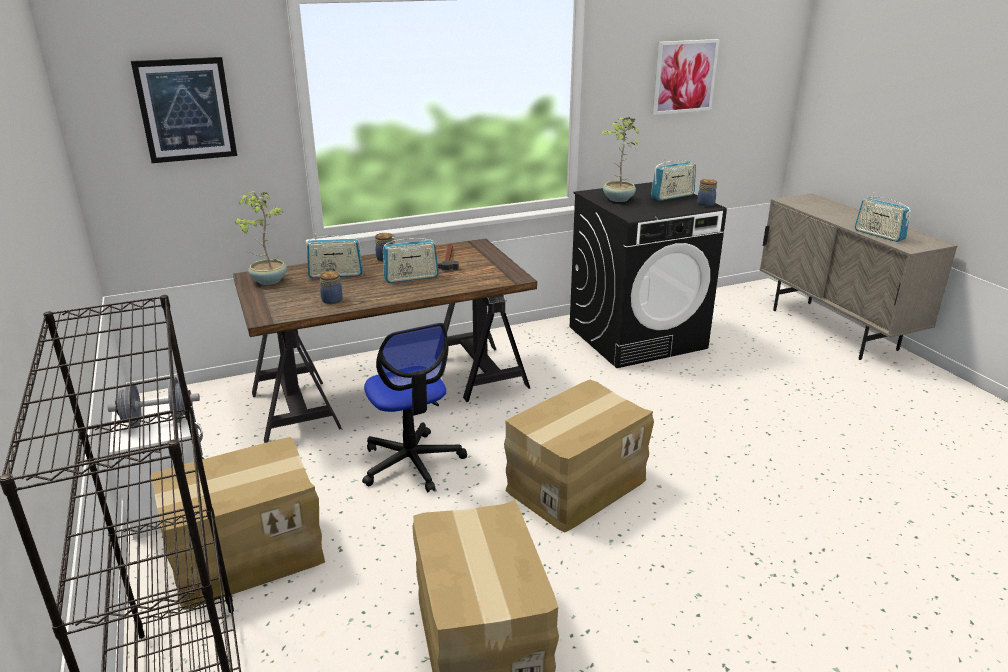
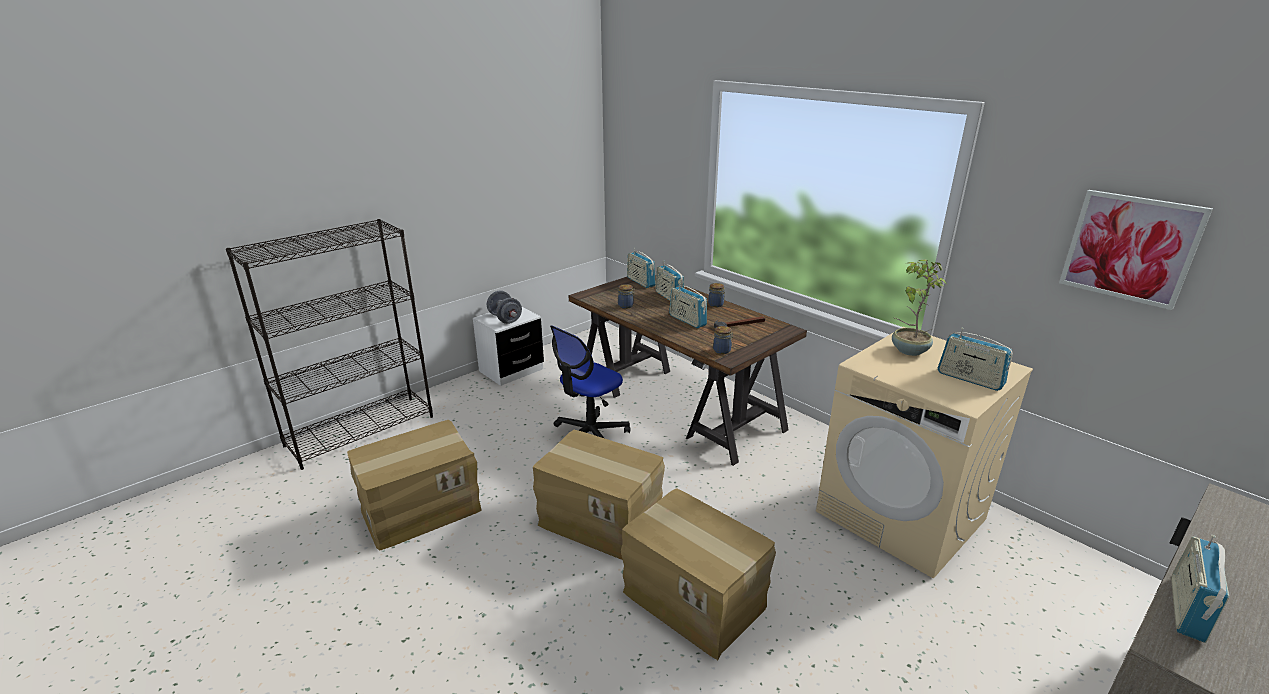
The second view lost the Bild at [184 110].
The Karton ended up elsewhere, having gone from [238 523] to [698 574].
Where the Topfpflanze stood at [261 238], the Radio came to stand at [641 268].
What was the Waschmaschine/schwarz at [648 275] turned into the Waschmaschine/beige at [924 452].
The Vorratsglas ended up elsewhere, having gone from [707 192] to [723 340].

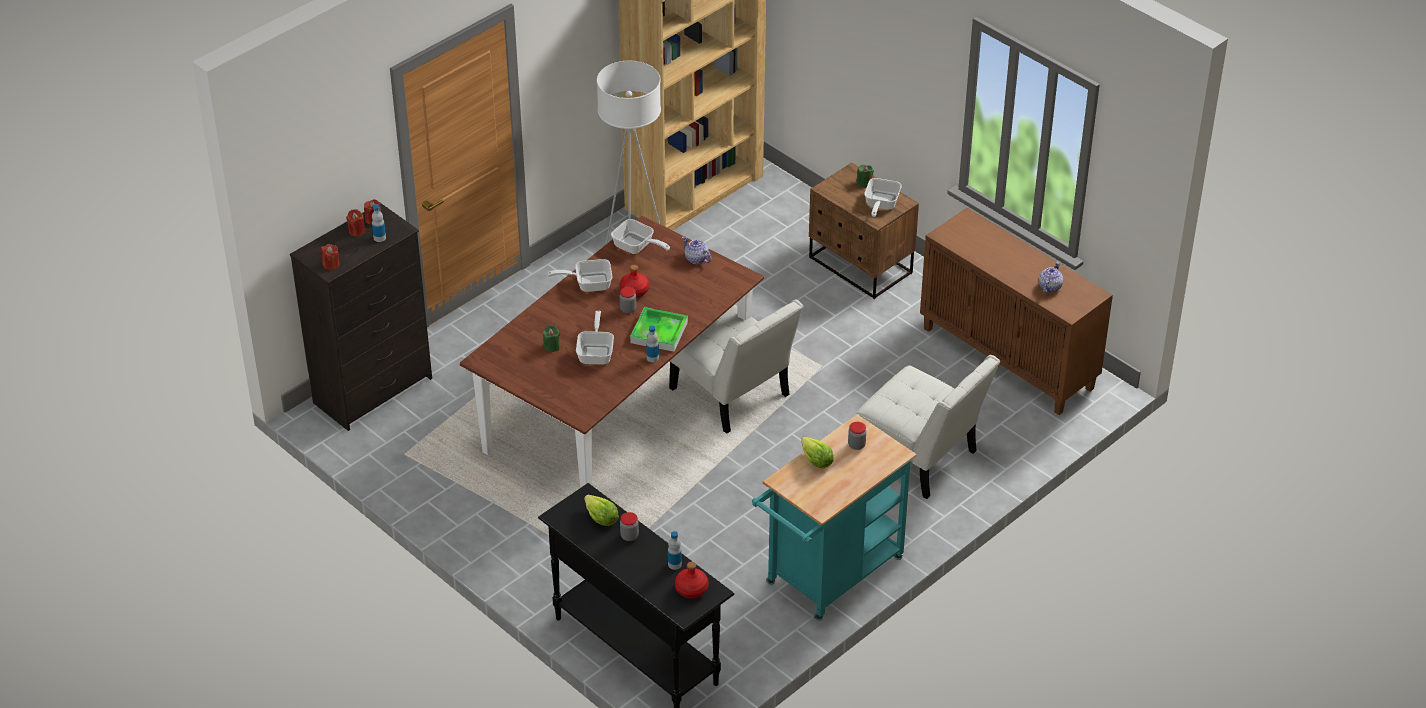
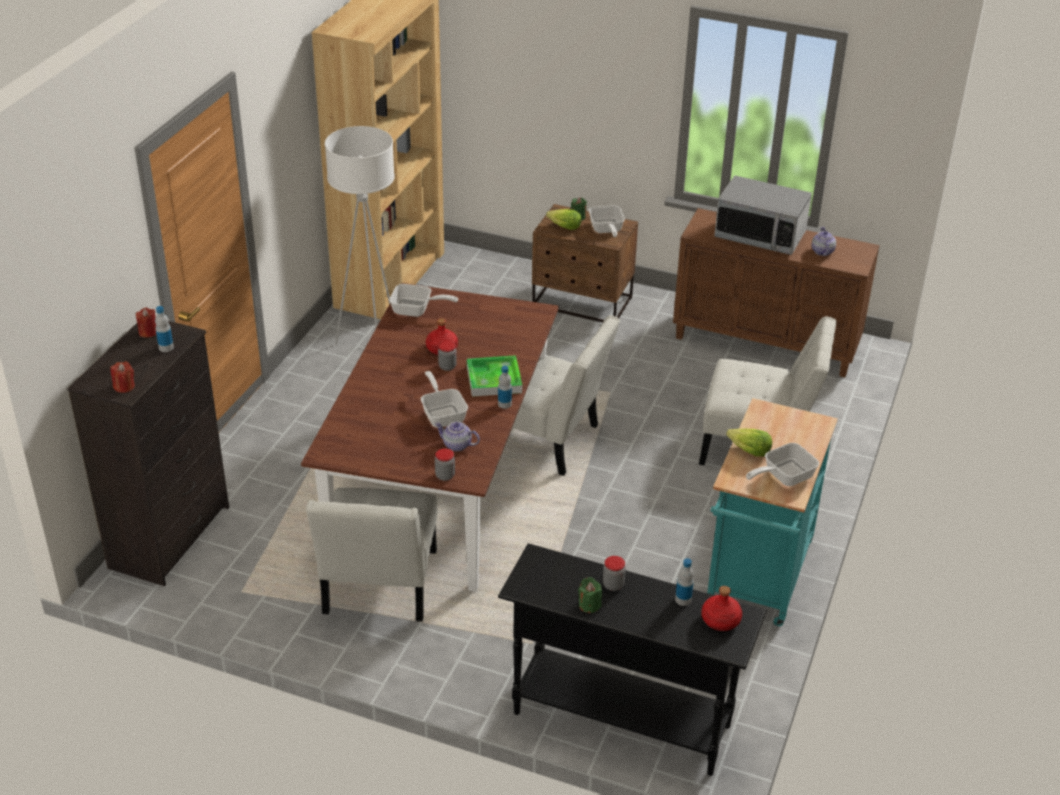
The second view lost the Kerze/rot at [355 222].
The Kerze/grün ended up elsewhere, having gone from [551 338] to [590 595].
The Pfanne ended up elsewhere, having gone from [579 275] to [782 464].
The Salatkopf ended up elsewhere, having gone from [601 510] to [563 219].
The Teekanne ended up elsewhere, having gone from [696 250] to [457 436].
The Vorratsglas ended up elsewhere, having gone from [857 436] to [445 464].
The second view gained the Stuhl/weiß at [371 555].
The second view gained the Mikrowelle at [763 215].

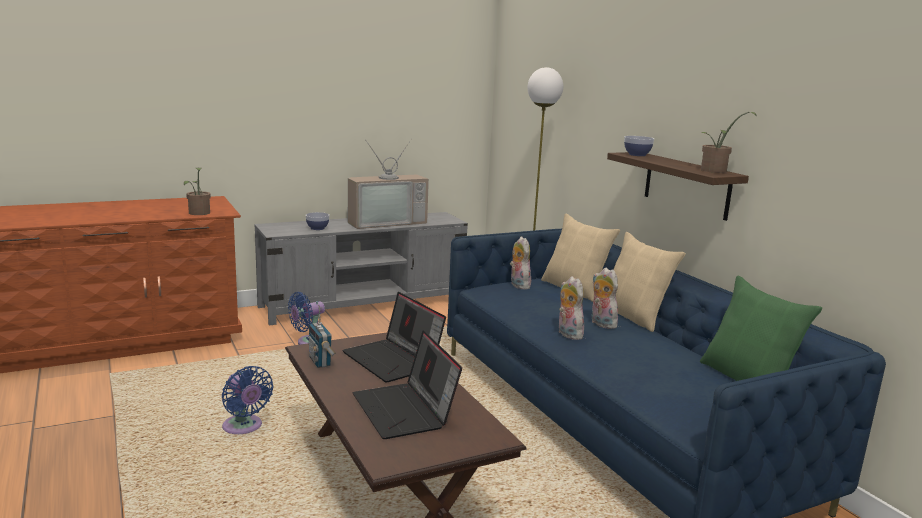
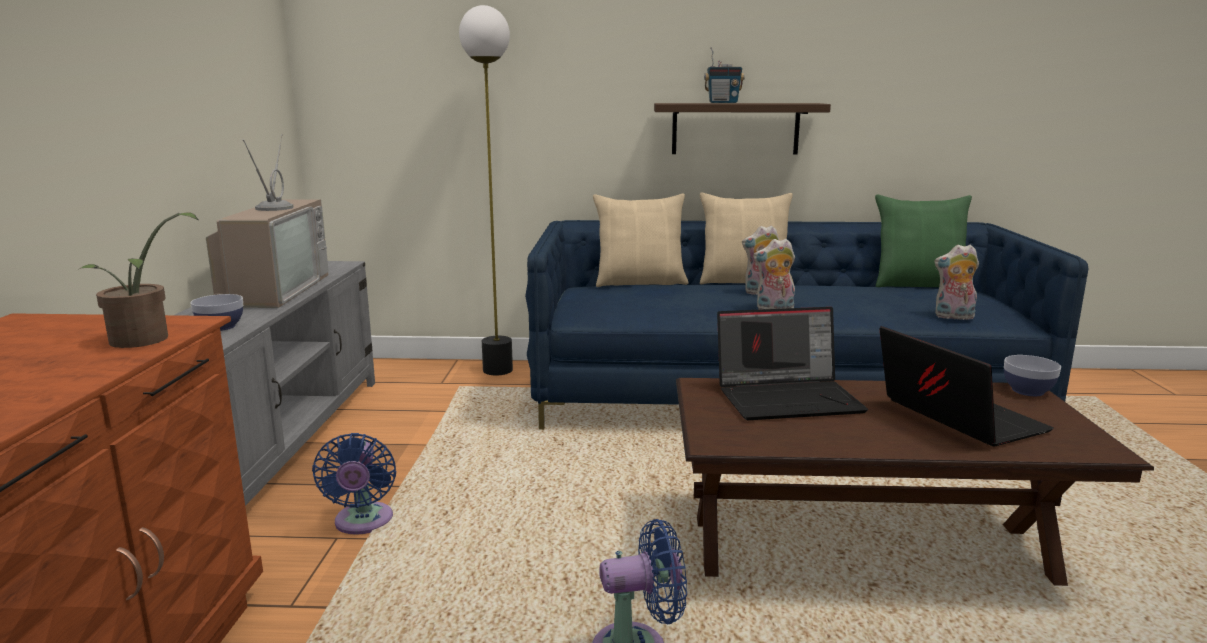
The Radio ended up elsewhere, having gone from [322 336] to [724 75].
The Laptop at [407 384] ended up facing another way, 120 degrees counterclockwise from before.
The Plüschtier ended up elsewhere, having gone from [520 262] to [956 282].
The Schüssel ended up elsewhere, having gone from [639 146] to [1032 375].
The second view lost the Topfpflanze at [729 142].

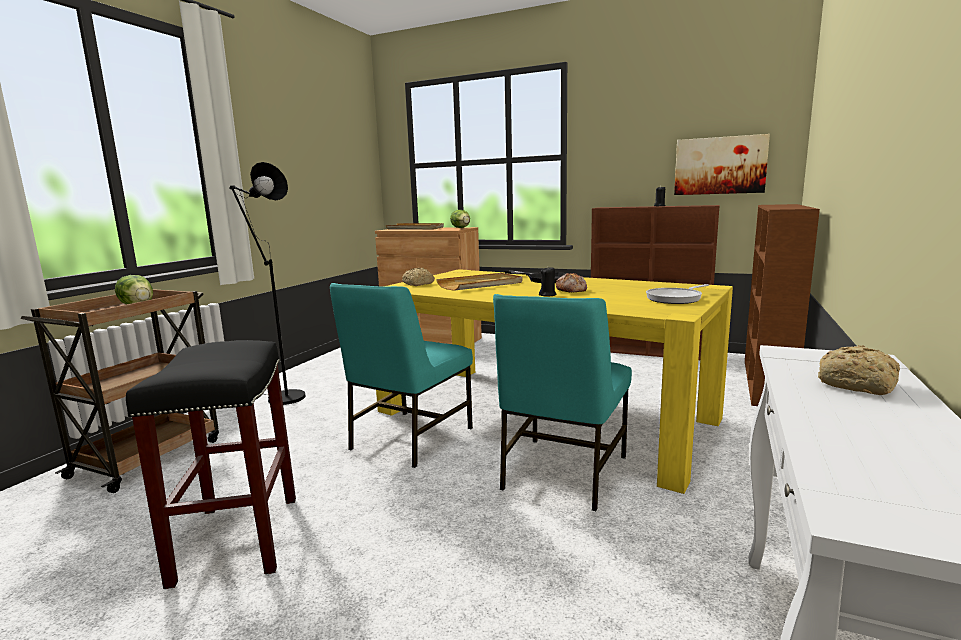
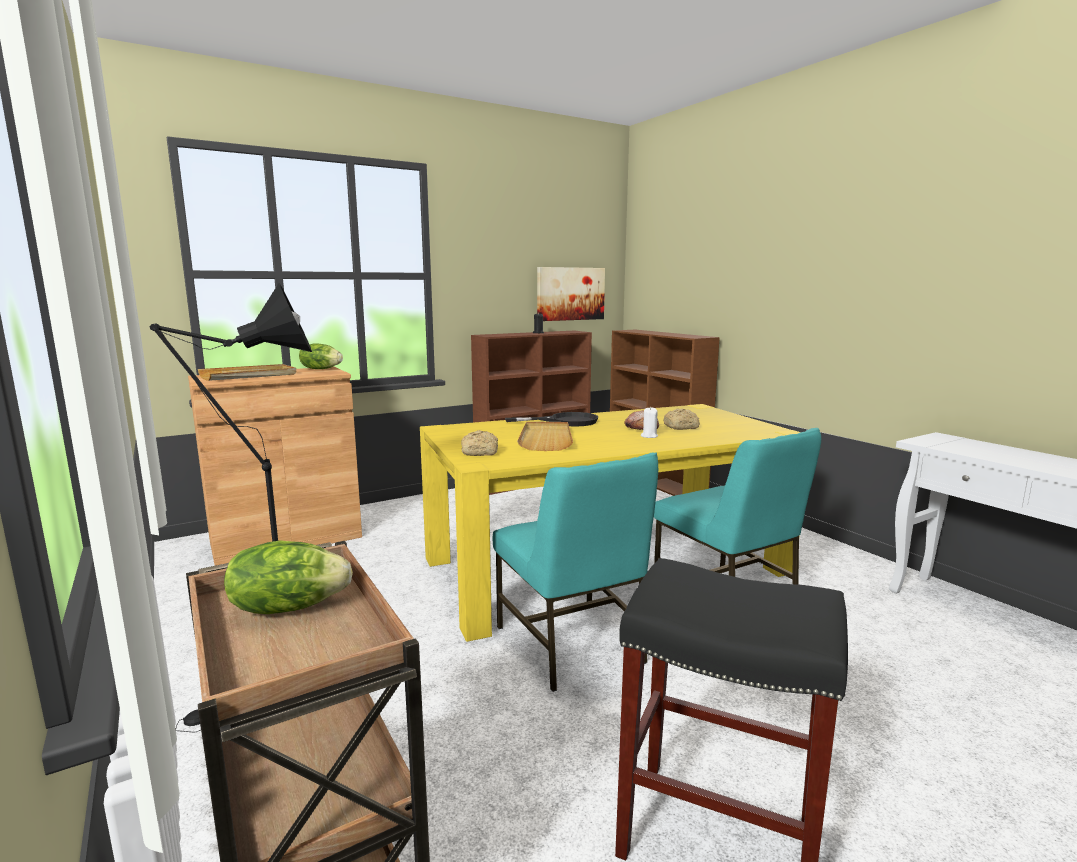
What was the Kerze/schwarz at [547 282] turned into the Kerze/weiß at [649 422].
The second view lost the Pfanne at [677 294].
The Brot ended up elsewhere, having gone from [859 370] to [681 419].

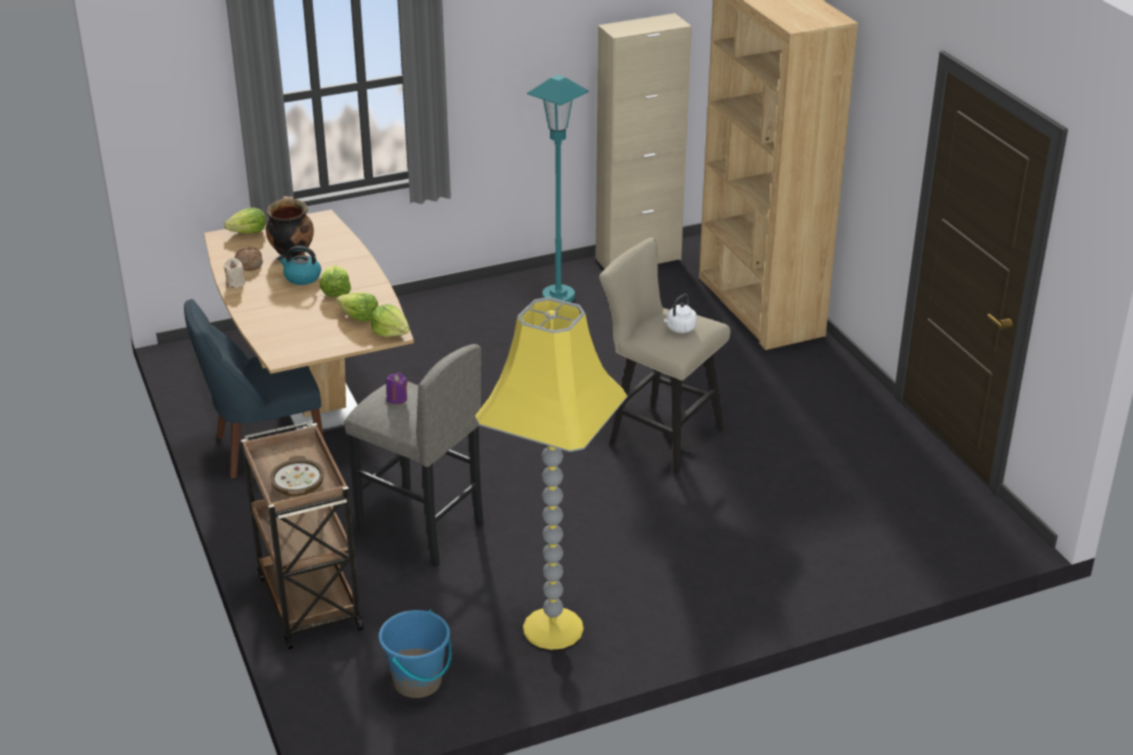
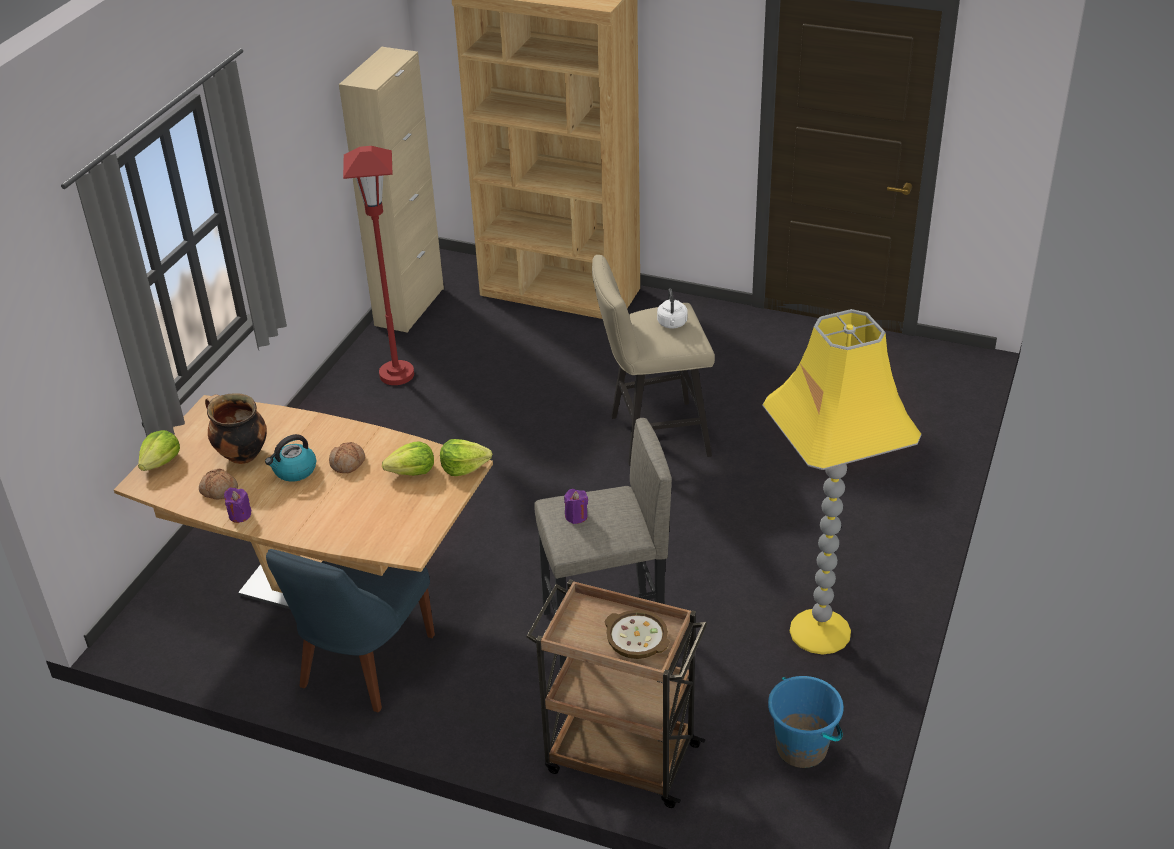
What was the Kerze/beige at [234 273] turned into the Kerze/lila at [237 505].
Where the Salatkopf stood at [335 281], the Brot came to stand at [347 457].
What was the Stehlampe/türkis at [558 188] turned into the Stehlampe/rot at [378 265].

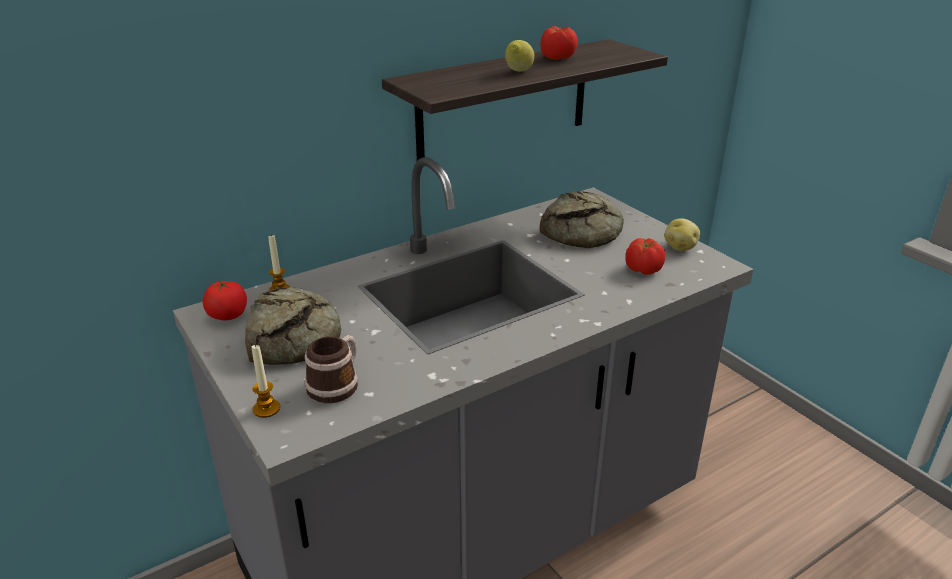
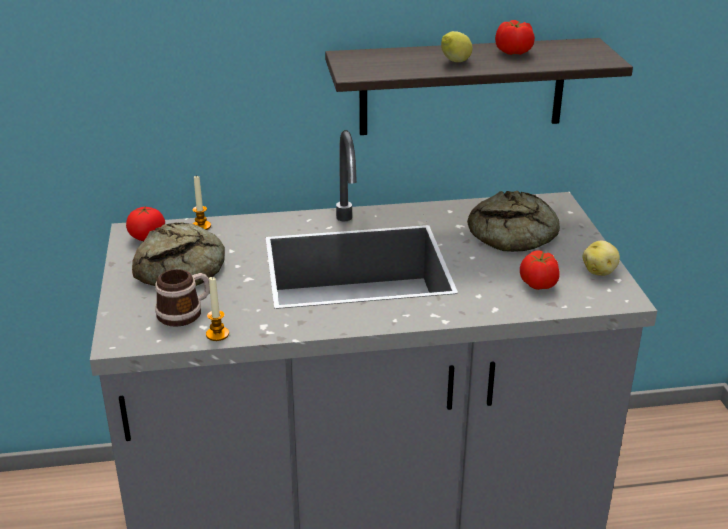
The Kerze ended up elsewhere, having gone from [266 381] to [217 309].

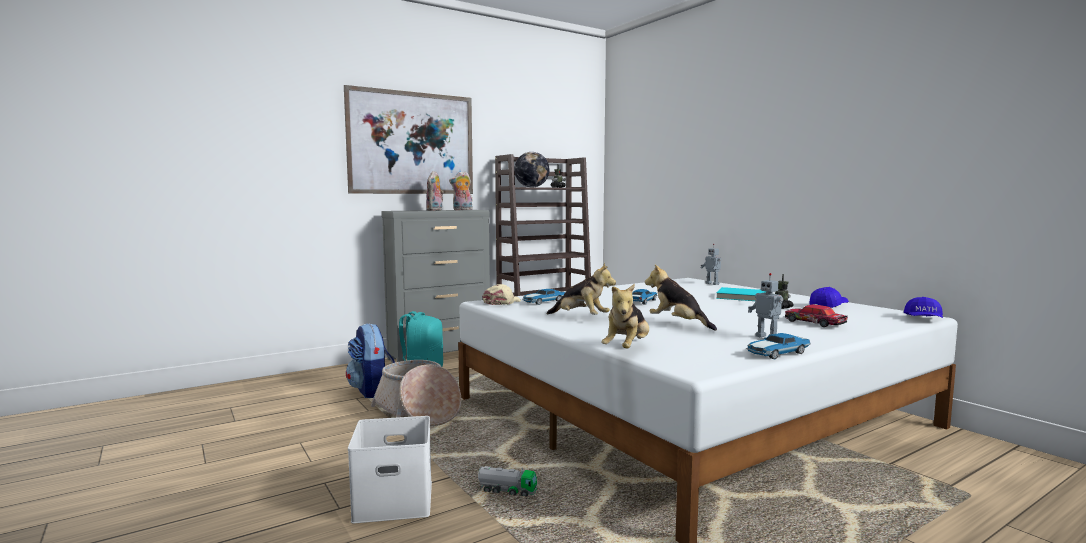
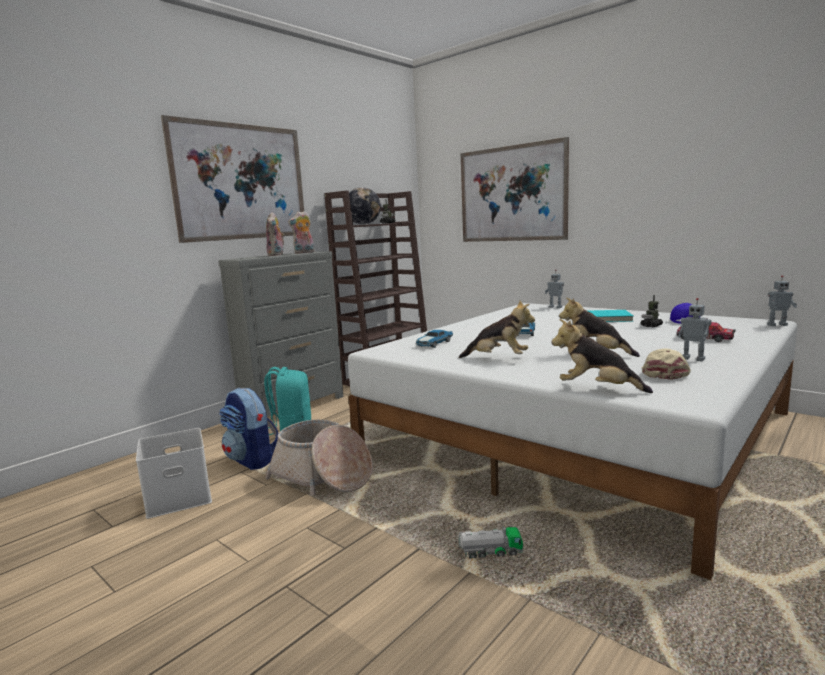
The Aufbewahrungsbox/weiß ended up elsewhere, having gone from [390 469] to [174 473].
The Kappe/beige ended up elsewhere, having gone from [502 294] to [666 364].
The Plüschtier at [625 316] ended up facing another way, 105 degrees clockwise from before.
The second view lost the Spielzeugauto at [778 346].
Where the Kappe/blau stood at [923 307], the Spielzeugroboter came to stand at [782 300].
The second view gained the Bild at [515 189].

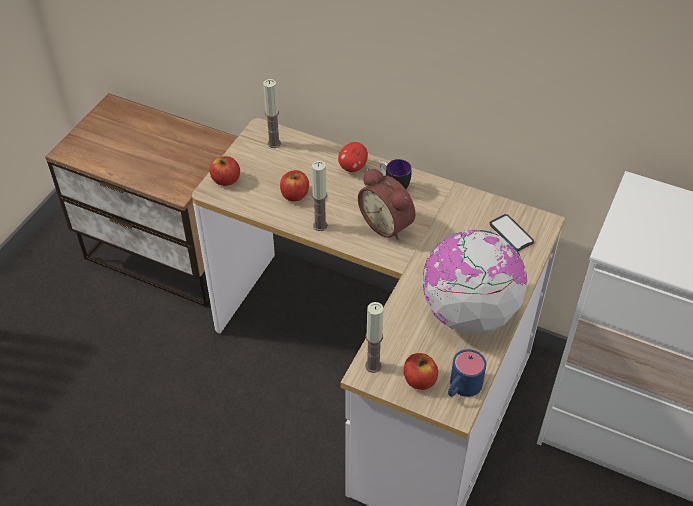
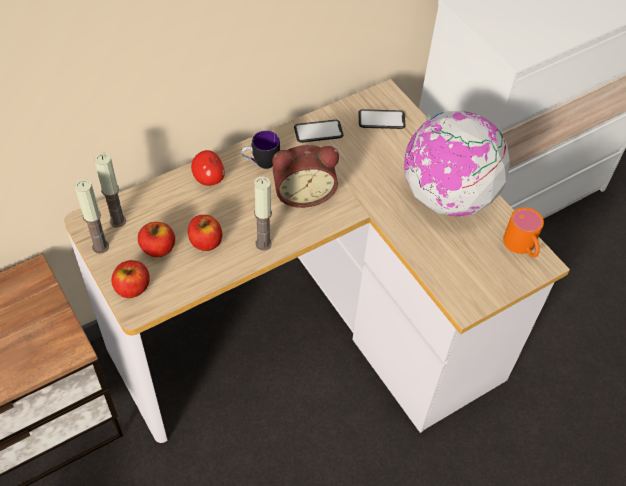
The Kerze ended up elsewhere, having gone from [374 337] to [92 216].
The Apfel ended up elsewhere, having gone from [421 371] to [156 239].
What was the Henkelbecher/blau at [467 373] turned into the Henkelbecher/orange at [523 232].
The second view gained the Handy at [319 131].

